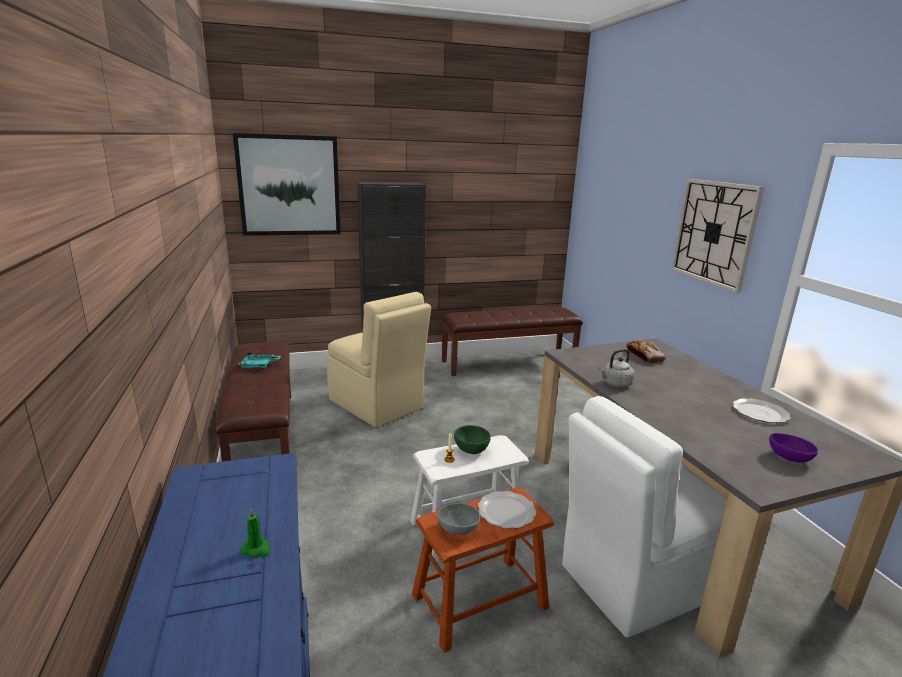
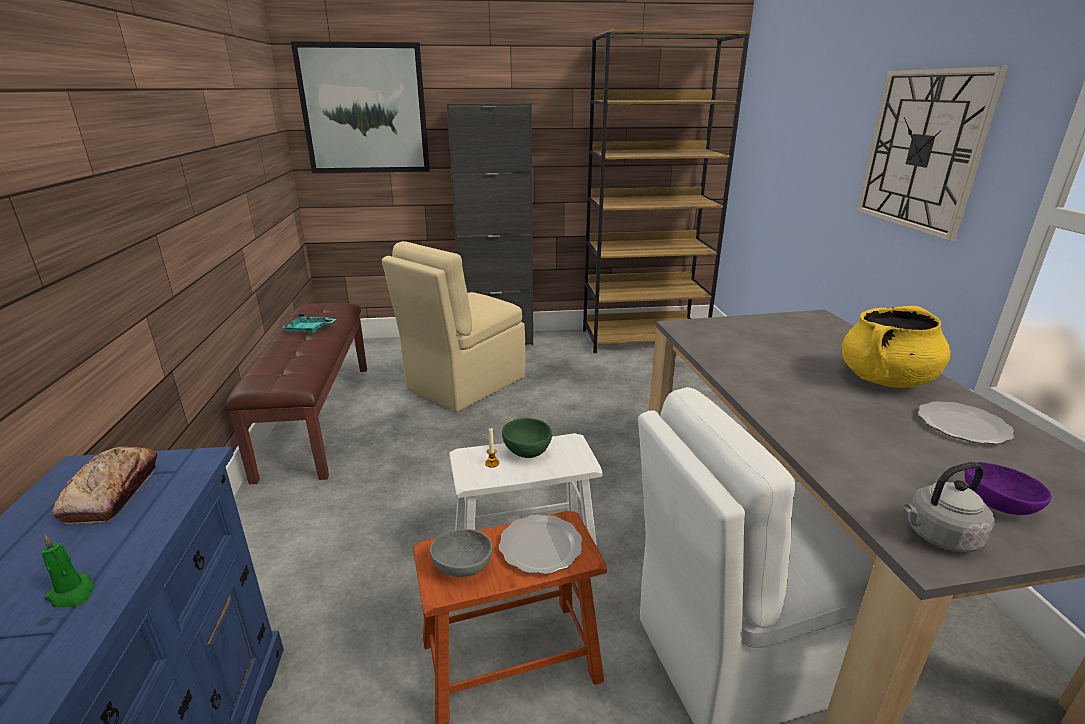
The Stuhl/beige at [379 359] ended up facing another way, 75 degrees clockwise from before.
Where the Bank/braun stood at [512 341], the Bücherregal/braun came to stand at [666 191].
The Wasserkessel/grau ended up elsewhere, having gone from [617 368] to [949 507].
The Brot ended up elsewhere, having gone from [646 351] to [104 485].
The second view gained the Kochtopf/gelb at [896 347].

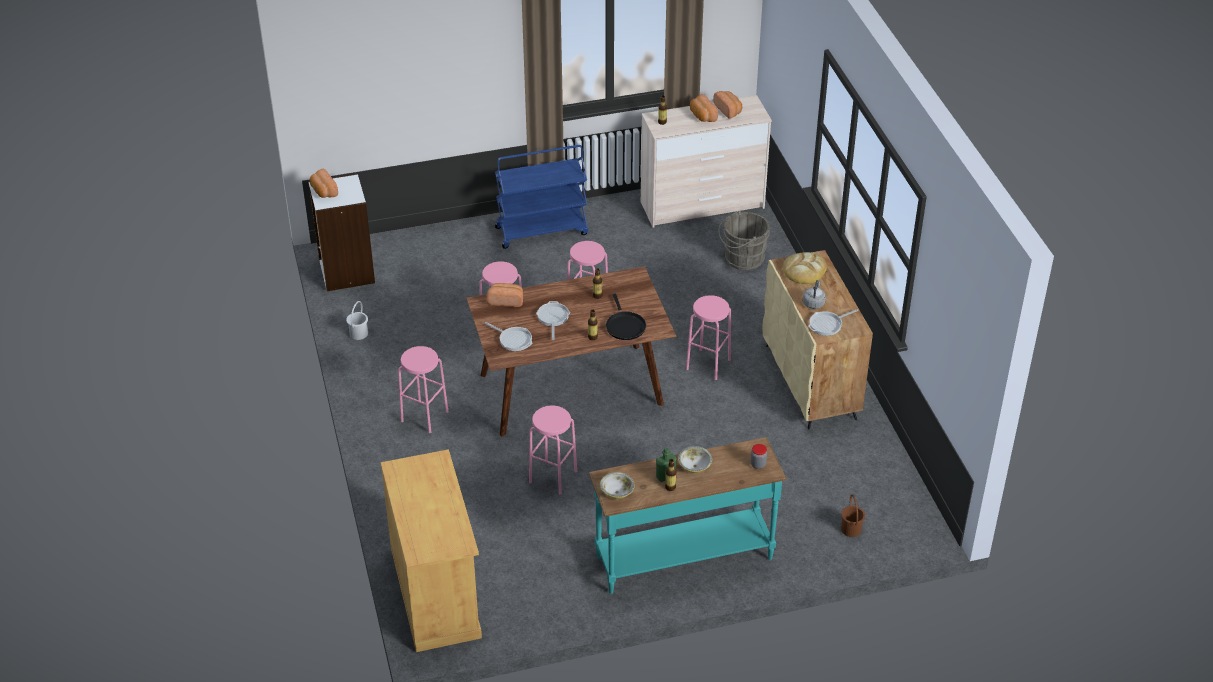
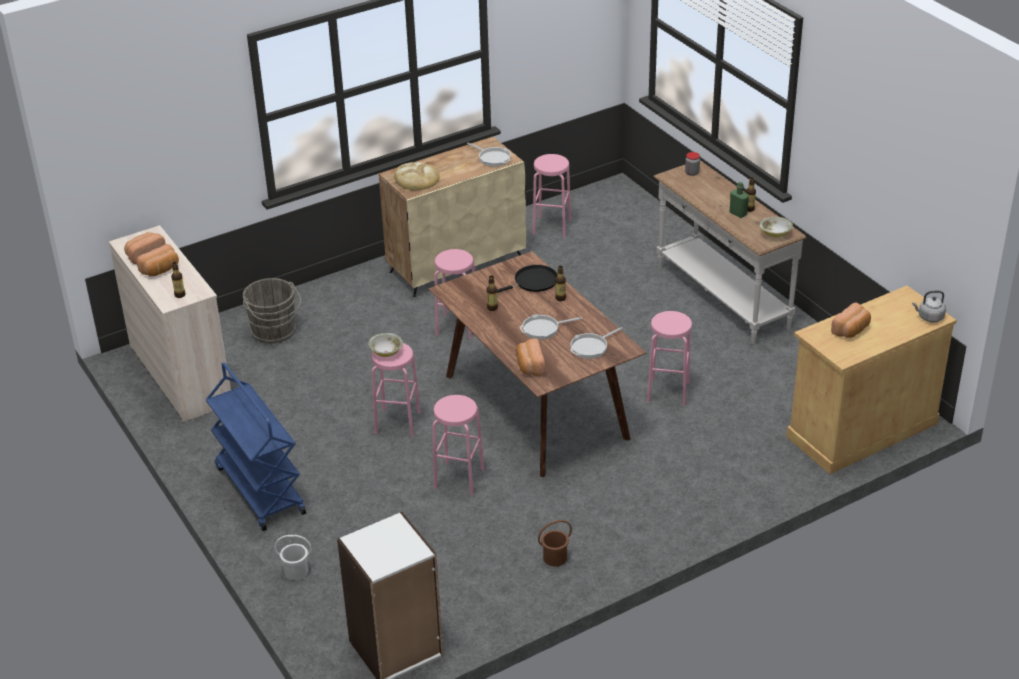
The Brot ended up elsewhere, having gone from [324 183] to [851 320].
The Eimer/weiß ended up elsewhere, having gone from [357 320] to [293 557].
The Hocker/rosa ended up elsewhere, having gone from [423 389] to [552 196].
The Pfanne at [508 336] ended up facing another way, 150 degrees counterclockwise from before.
What was the Konsolentisch/türkis at [687 515] turned into the Konsolentisch/weiß at [729 252].
The Schüssel ended up elsewhere, having gone from [695 459] to [385 345].
The Wasserkessel/grau ended up elsewhere, having gone from [814 294] to [929 306].
The Eimer/braun ended up elsewhere, having gone from [853 515] to [555 543].

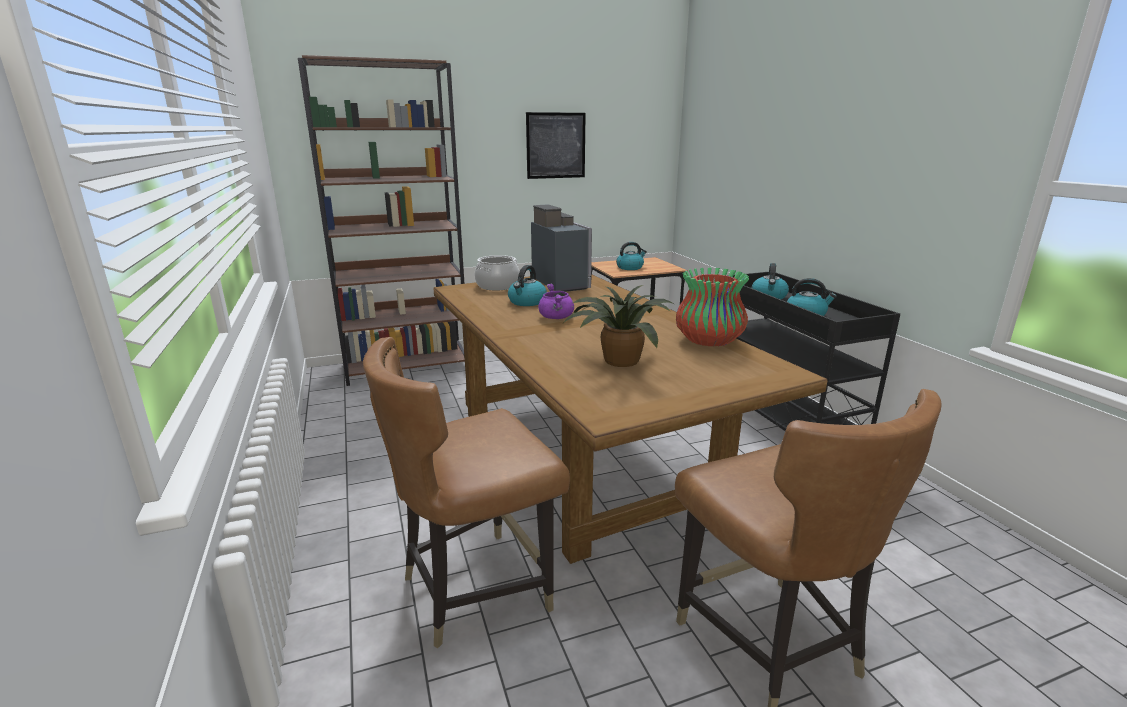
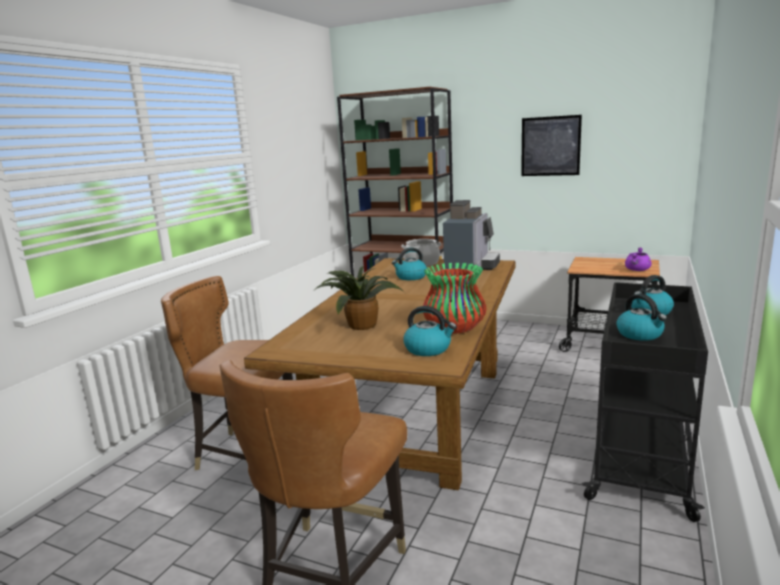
The Kochtopf/lila ended up elsewhere, having gone from [556 301] to [638 259].
The Wasserkessel ended up elsewhere, having gone from [631 256] to [430 331].

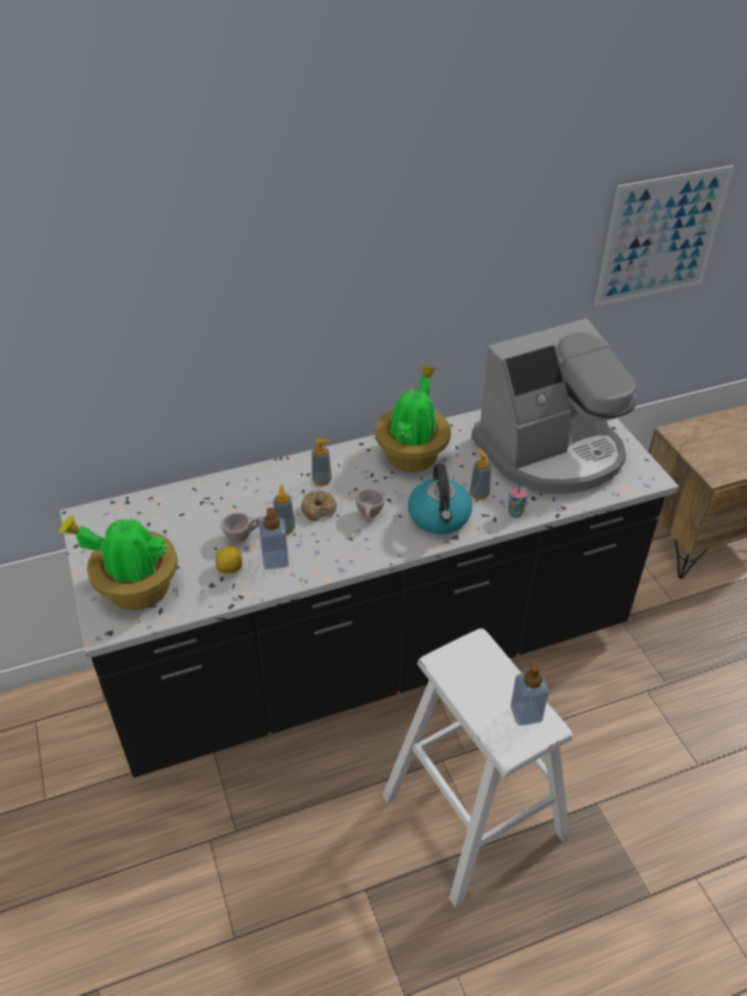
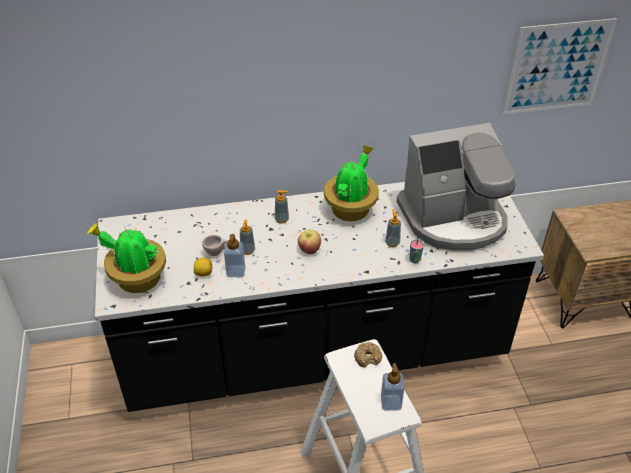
The Donut ended up elsewhere, having gone from [319 505] to [368 355].
Where the Tasse/beige stood at [370 505], the Apfel came to stand at [309 242].
The second view lost the Wasserkessel at [440 499].

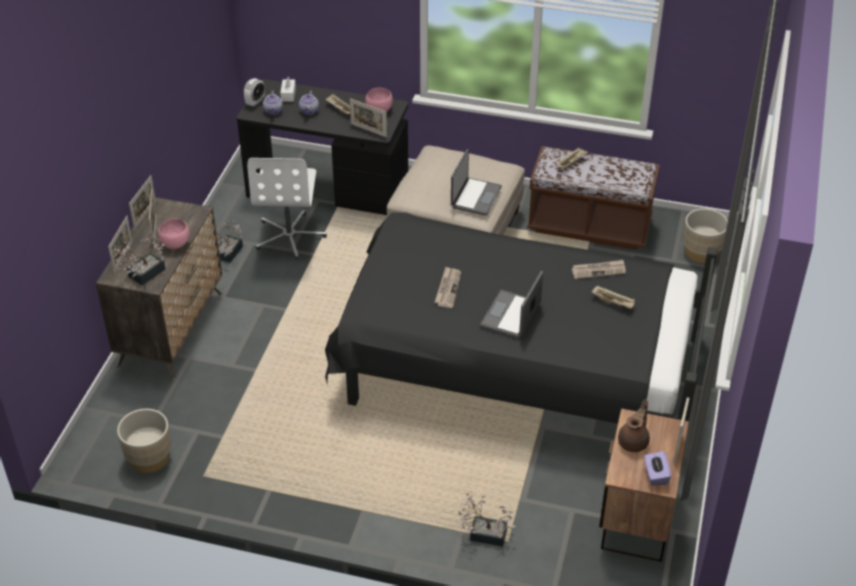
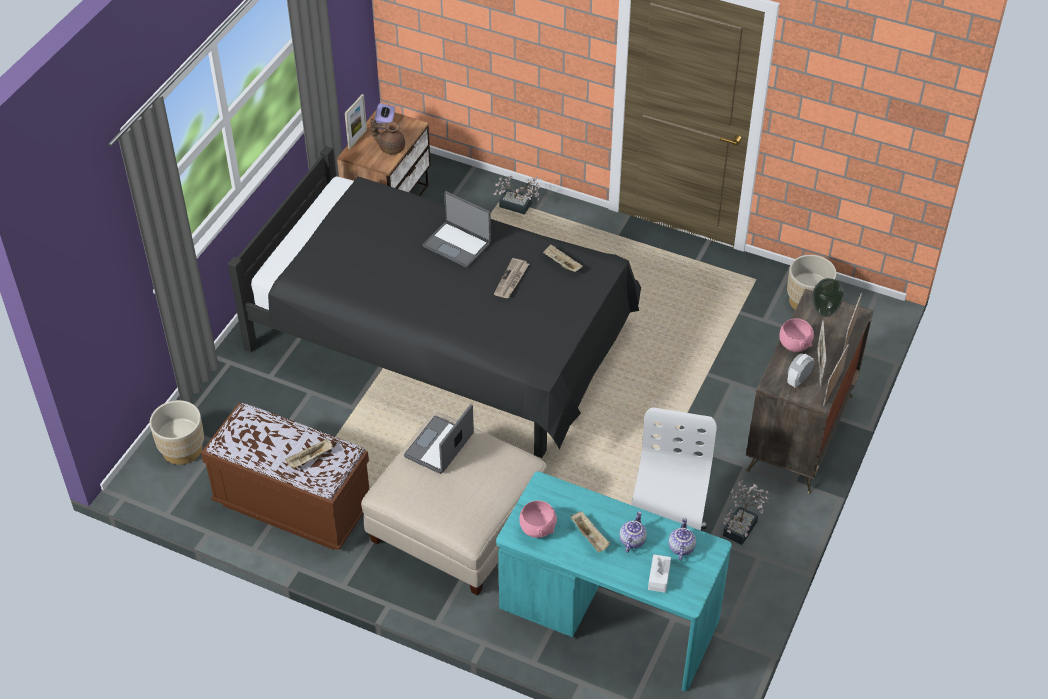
Where the Topfpflanze stood at [139 260], the Vase came to stand at [828 297].
What was the Schreibtisch/schwarz at [322 147] turned into the Schreibtisch/türkis at [614 581].
The Wecker ended up elsewhere, having gone from [254 92] to [800 371].
The second view lost the Bilderrahmen at [368 118].
The Laptop at [511 305] ended up facing another way, 90 degrees clockwise from before.
The second view lost the Zeitung at [599 269].
The Tablett/beige ended up elsewhere, having gone from [613 297] to [563 258].
The Teekanne/braun at [634 425] ended up facing another way, 60 degrees clockwise from before.

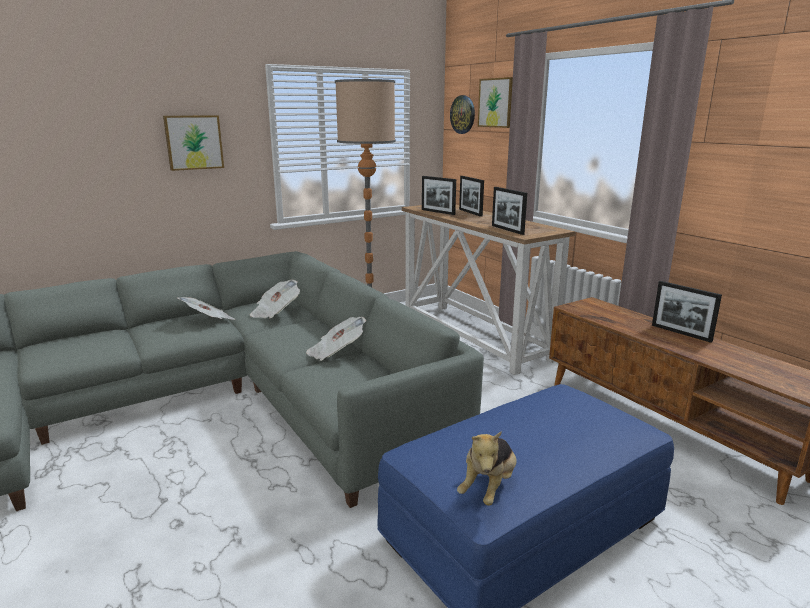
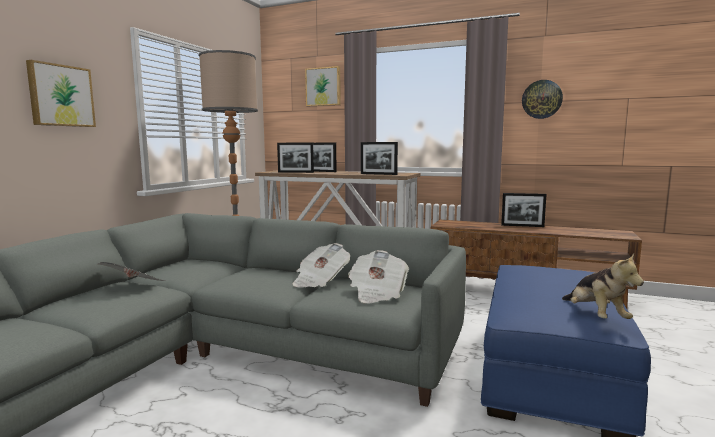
The Zeitung ended up elsewhere, having gone from [275 299] to [378 276].
The Wanduhr ended up elsewhere, having gone from [462 114] to [542 99].

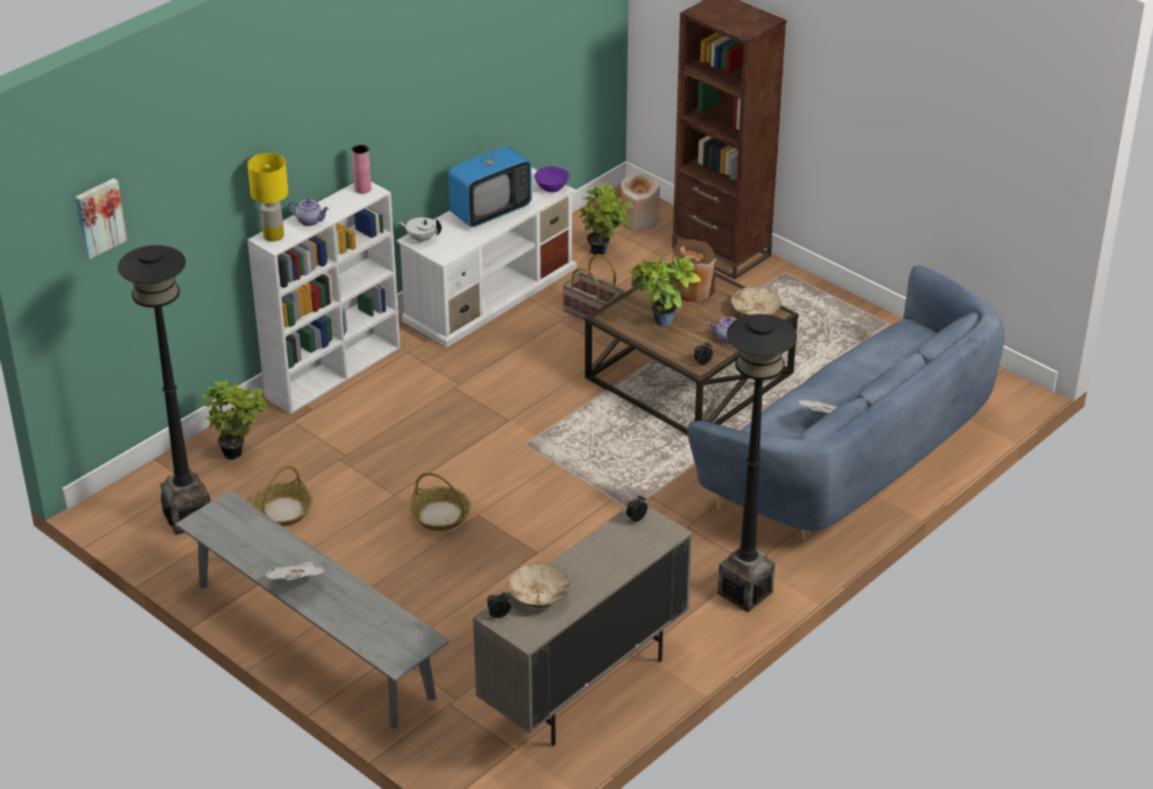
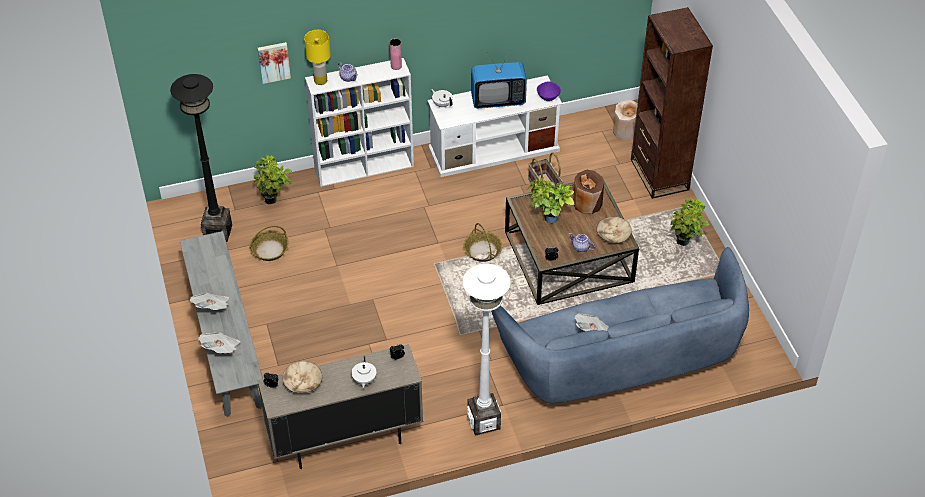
The Bild ended up elsewhere, having gone from [101 218] to [274 63].
The Korb ended up elsewhere, having gone from [440 502] to [483 242].
The Topfpflanze ended up elsewhere, having gone from [606 219] to [690 222].
What was the Stehlampe/schwarz at [757 463] turned into the Stehlampe/weiß at [486 350].
The second view gained the Zeitung at [219 342].
The second view gained the Teekanne/weiß at [363 372].

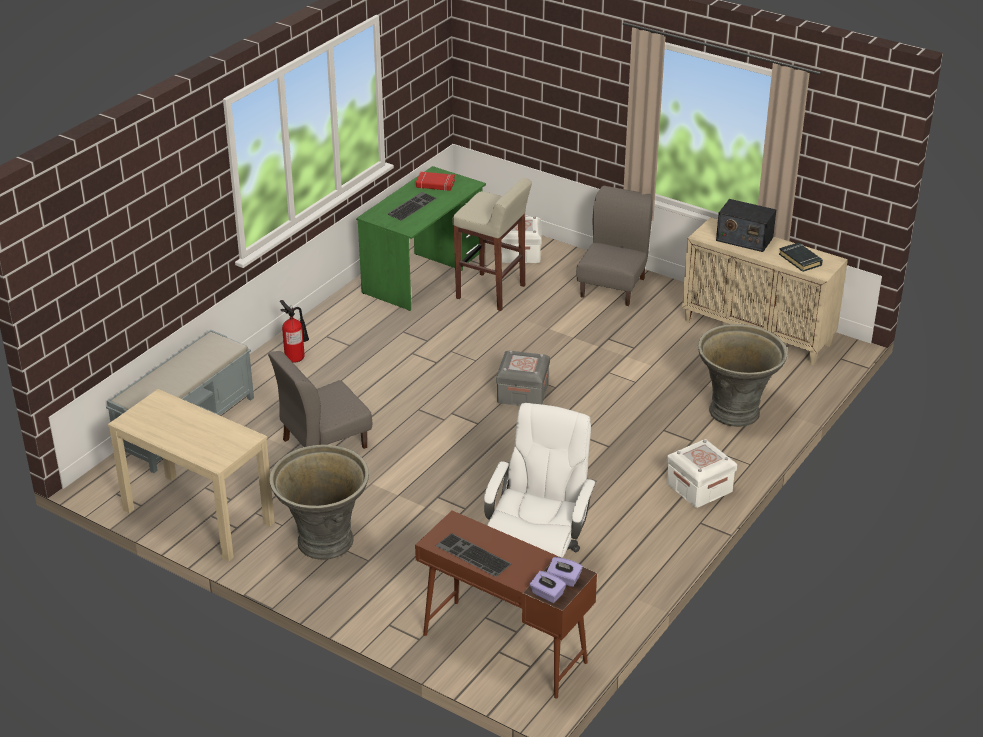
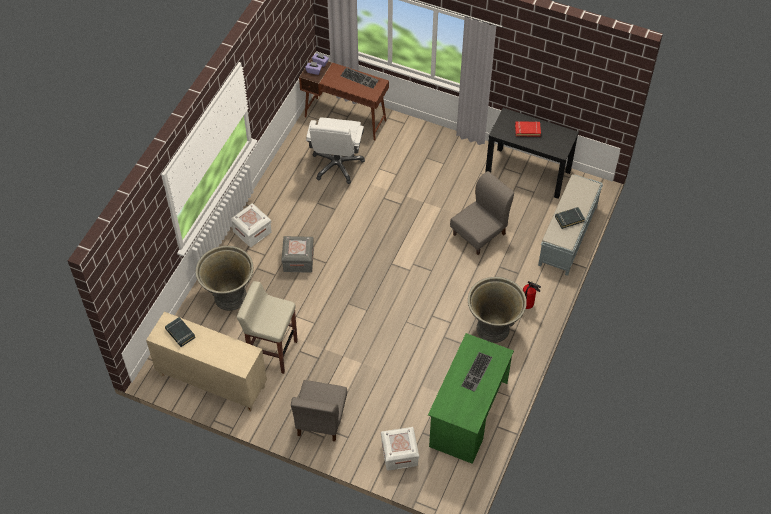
What was the Konsolentisch/beige at [191 475] turned into the Konsolentisch/schwarz at [532 153].
The Pflanzkübel/grau ended up elsewhere, having gone from [319 502] to [497 310].
The Buch/rot ended up elsewhere, having gone from [435 181] to [528 128].
The Hocker/beige ended up elsewhere, having gone from [492 244] to [267 327].
The Aufbewahrungsbox/grau ended up elsewhere, having gone from [523 378] to [297 254].
The second view lost the Radio at [746 225].
The second view gained the Buch/schwarz at [570 218].

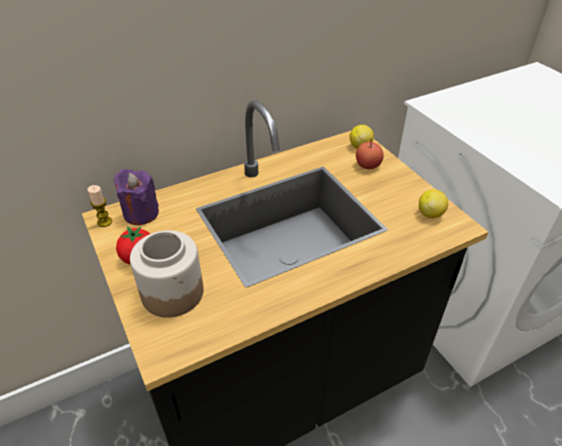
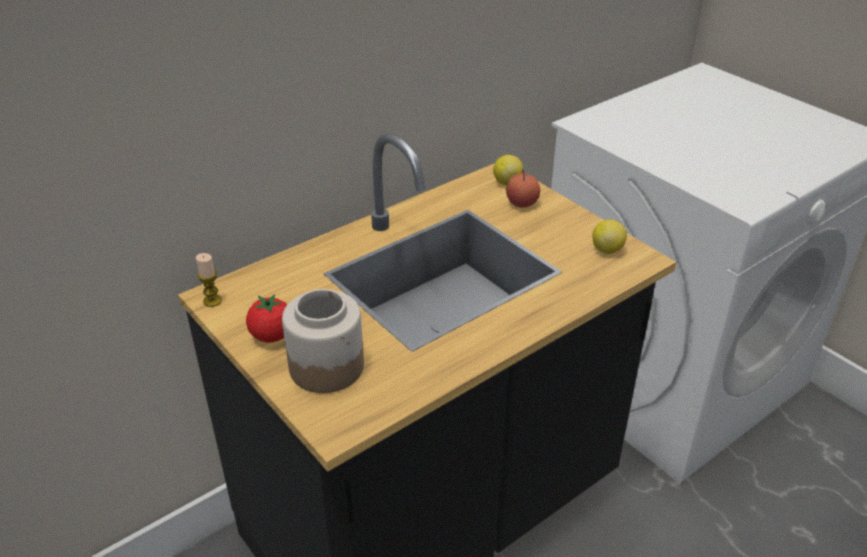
The second view lost the Kerze/lila at [136 197].

